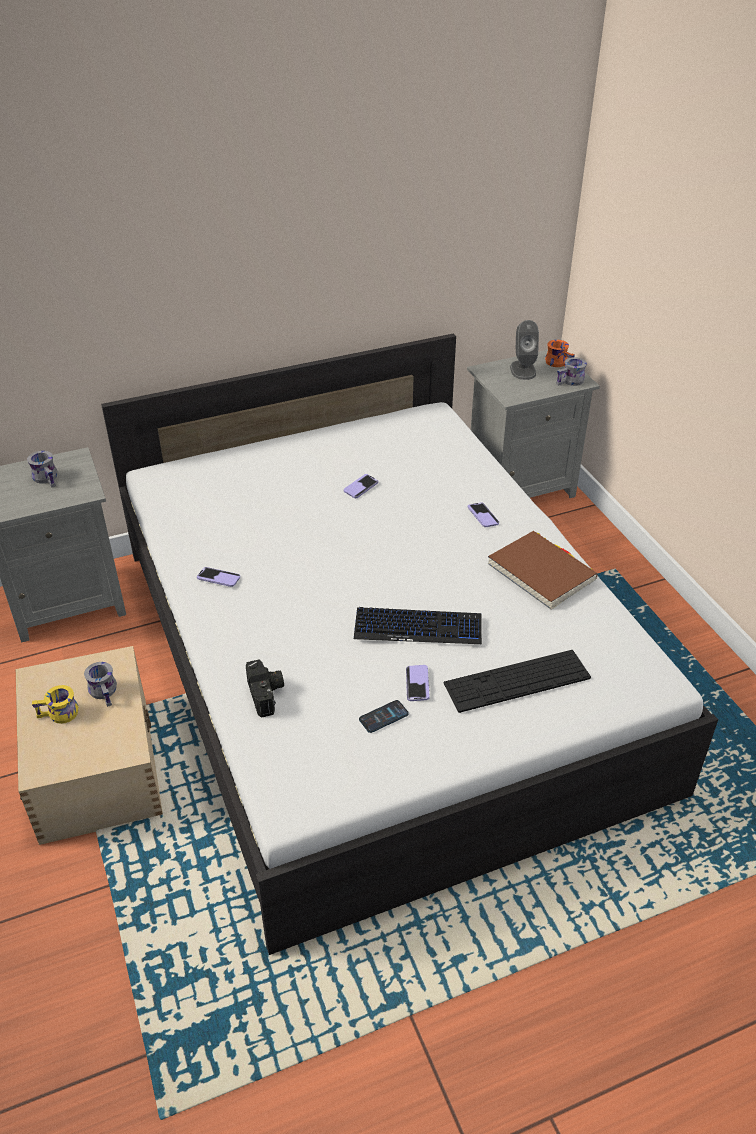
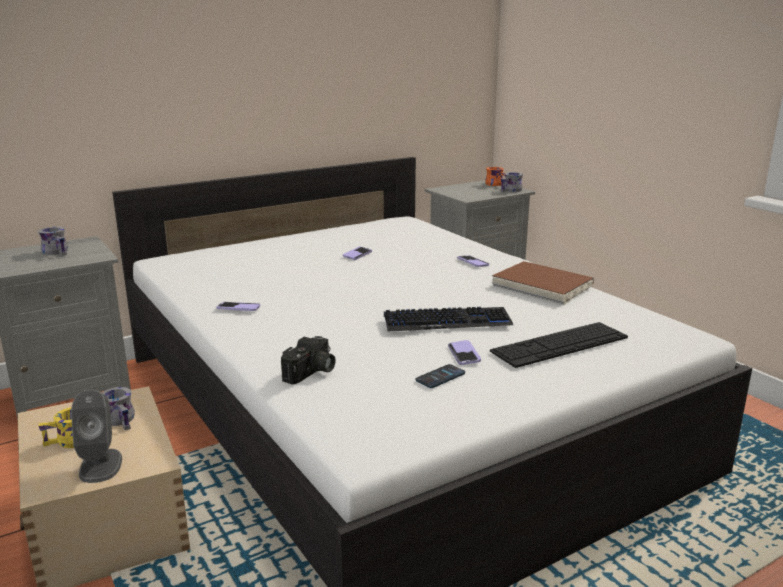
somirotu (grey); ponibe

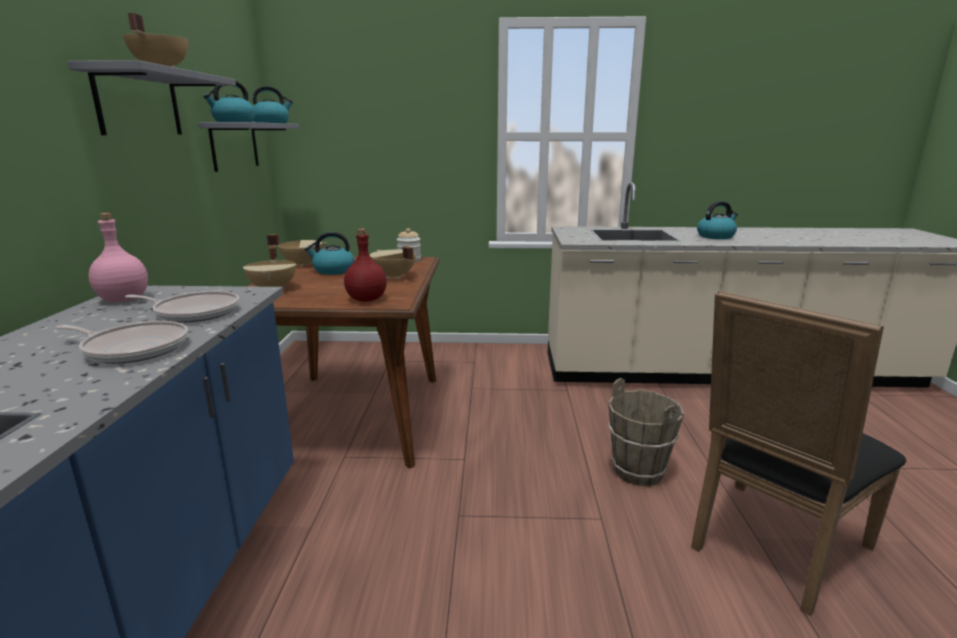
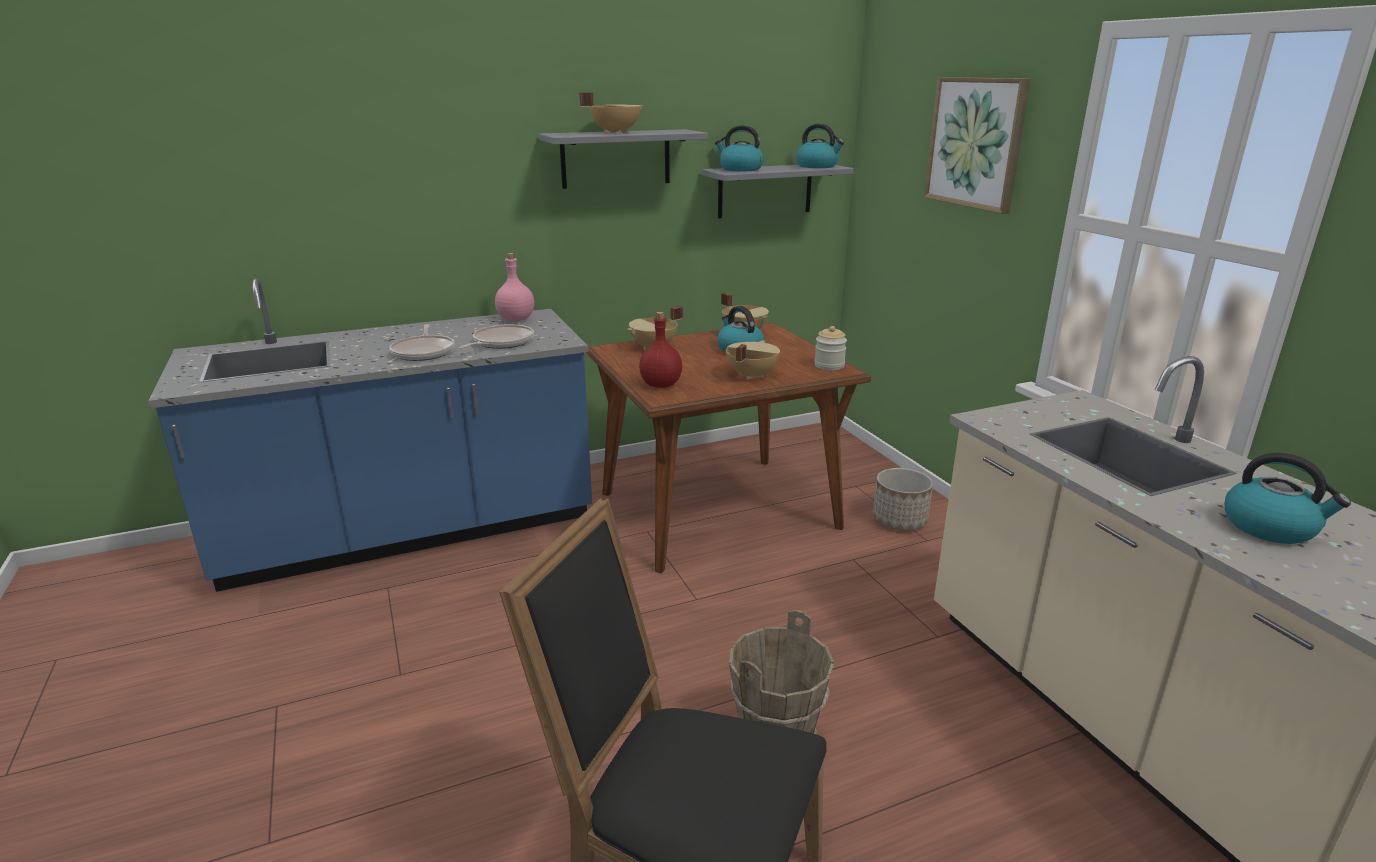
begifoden (2nd from left); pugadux; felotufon

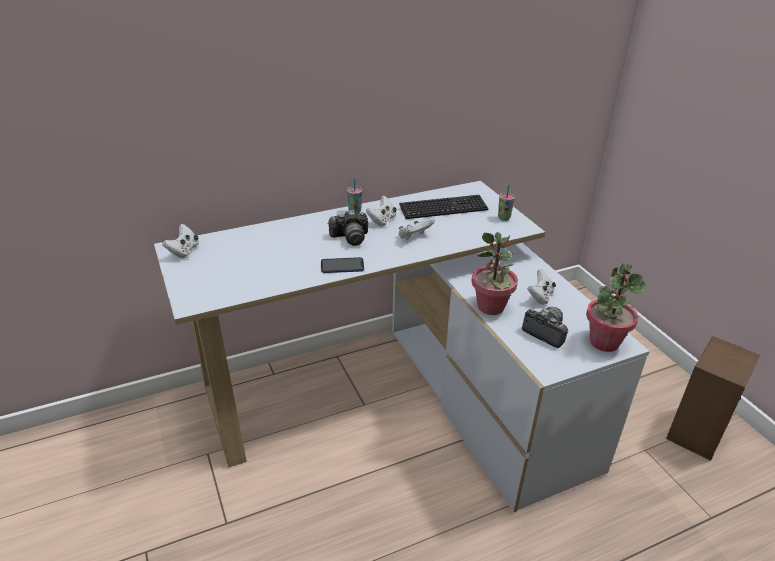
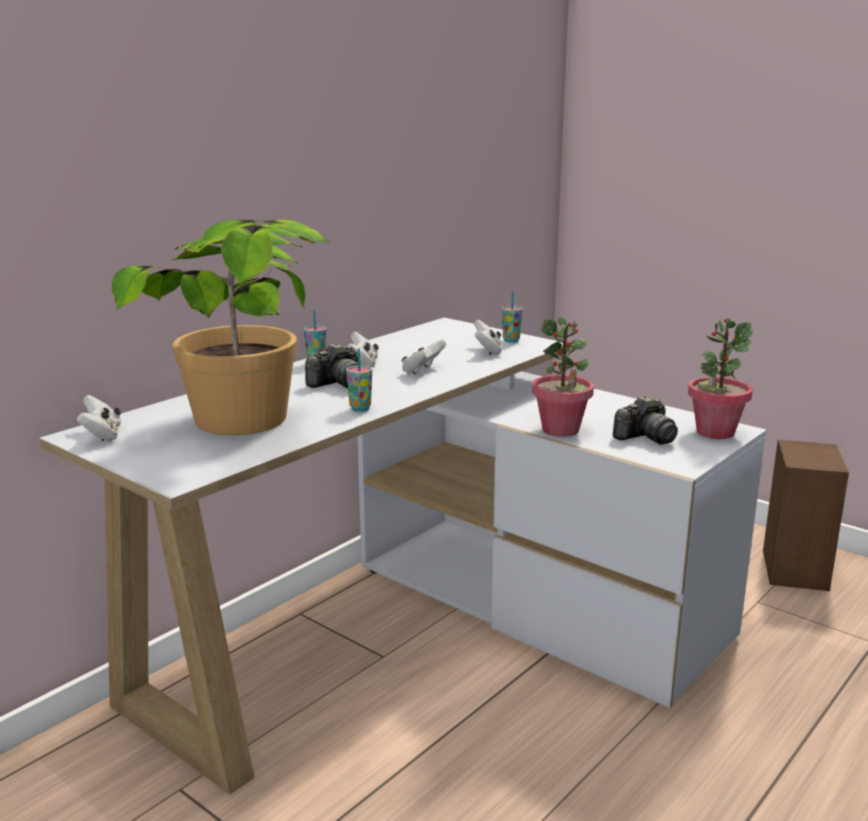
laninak; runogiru (2nd from left); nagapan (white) (4th from left); ponibe (2nd from left); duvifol (1st from left)

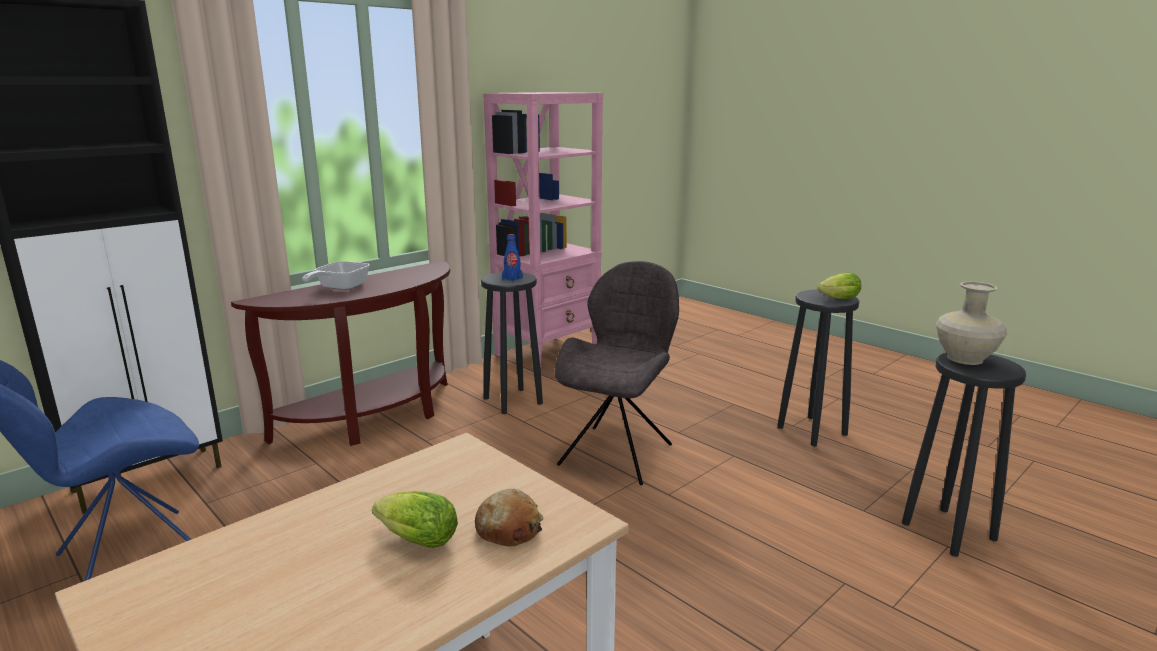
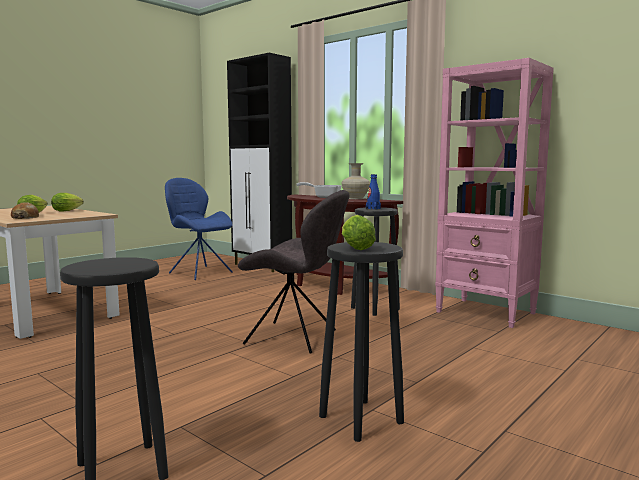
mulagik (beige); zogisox (2nd from left)

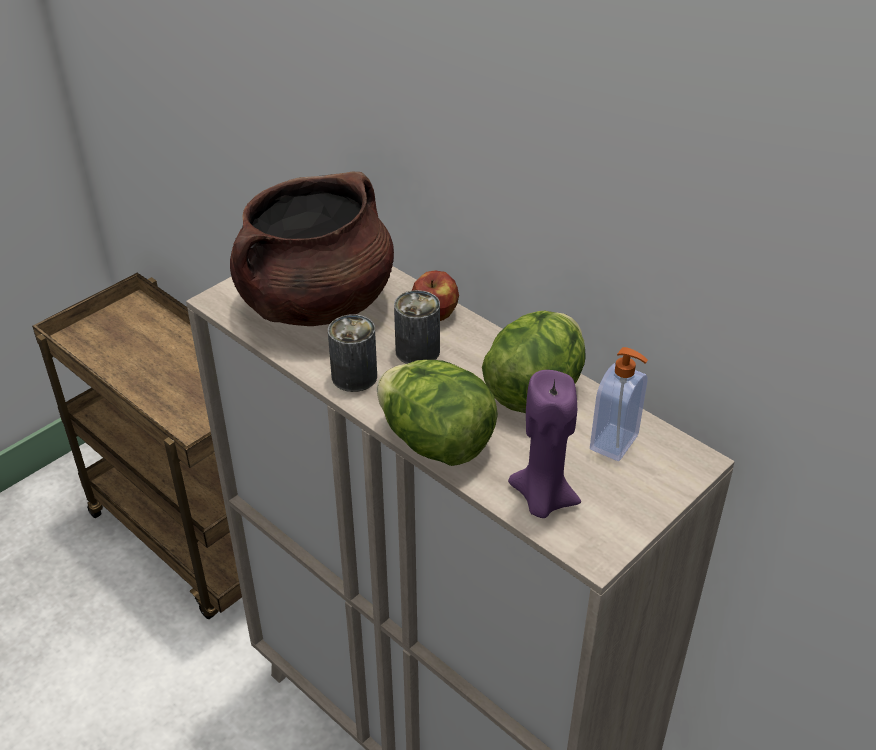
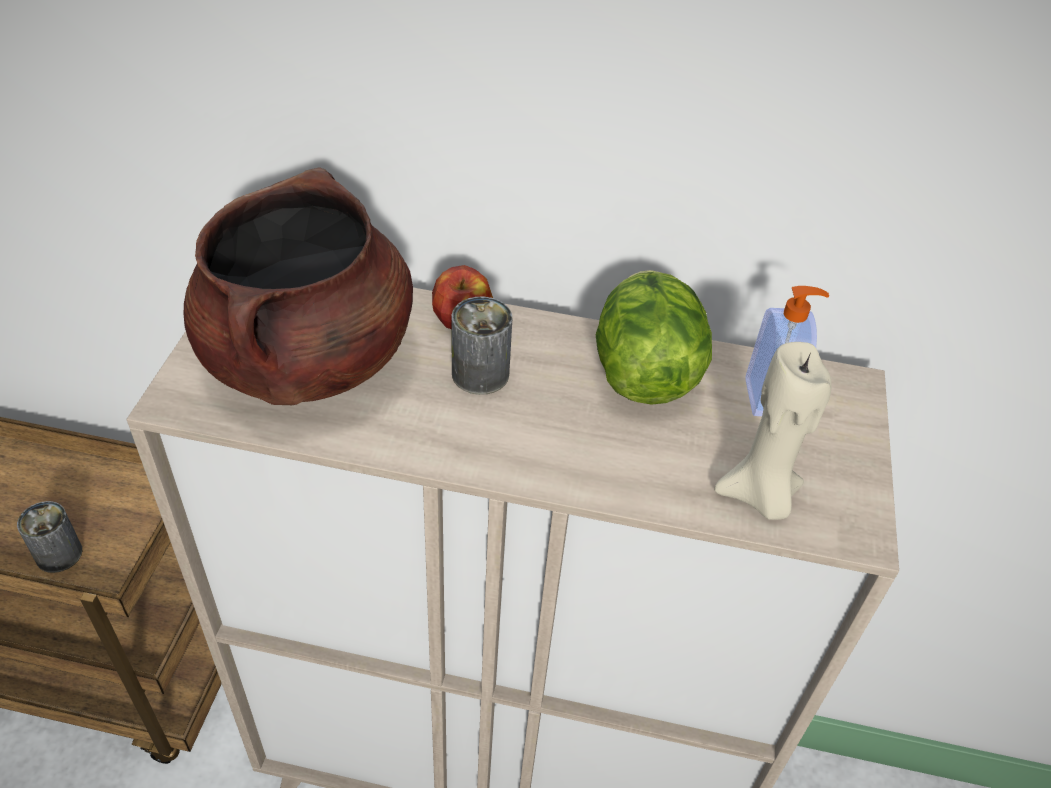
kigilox (1st from left); zogisox (1st from left in the first image); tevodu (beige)

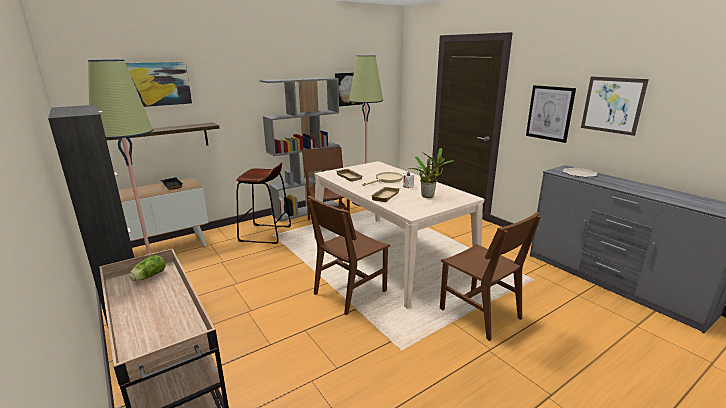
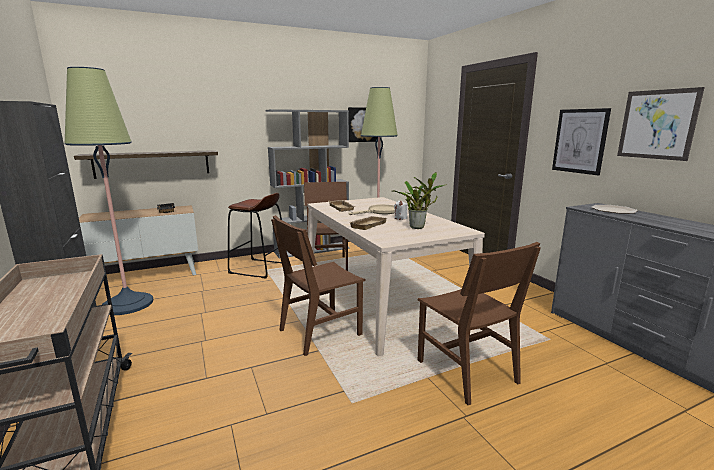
pugadux (1st from left in the first image); zogisox

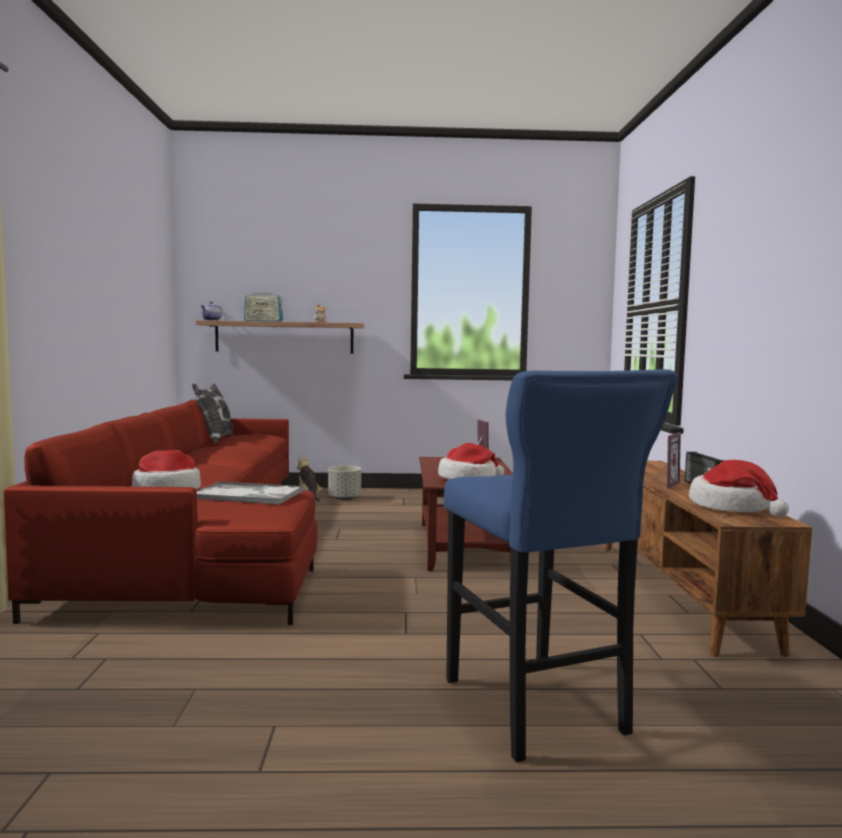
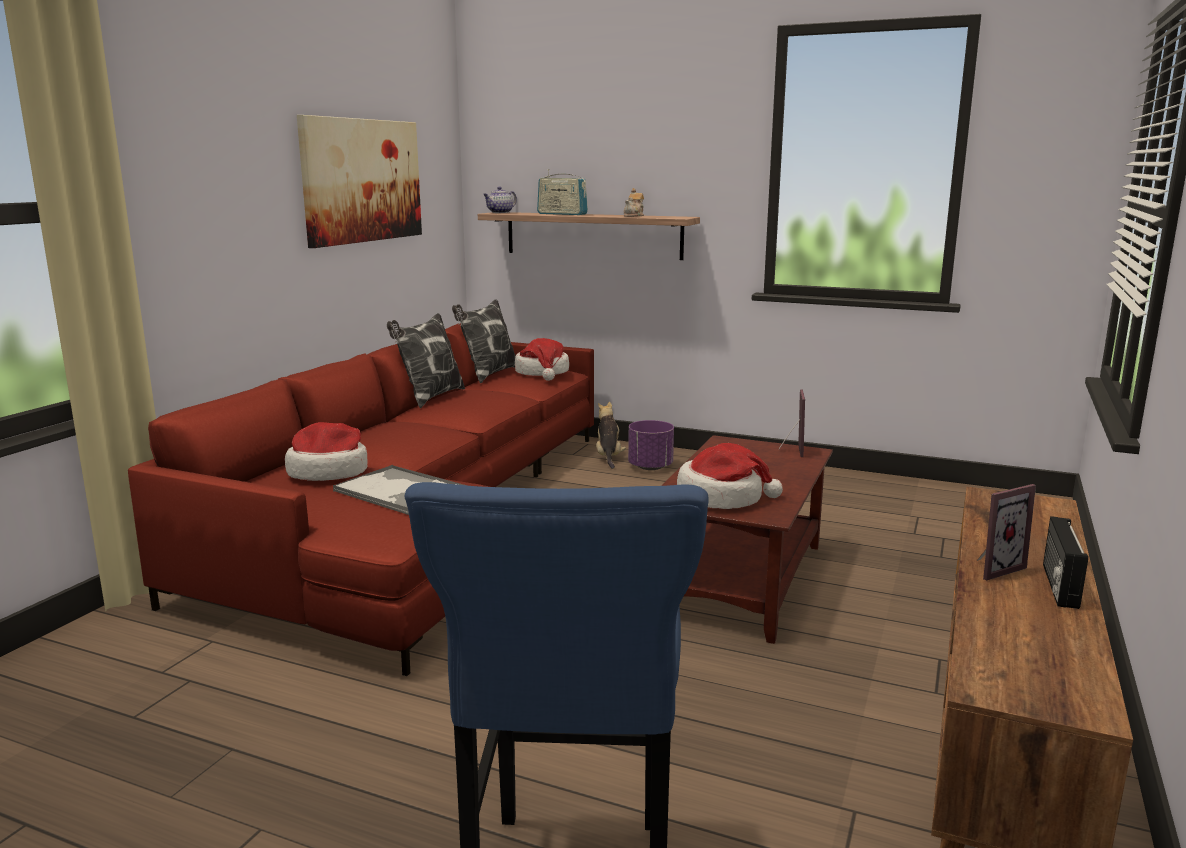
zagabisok (2nd from left); felotufon (purple); pugadux; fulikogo (1st from left)

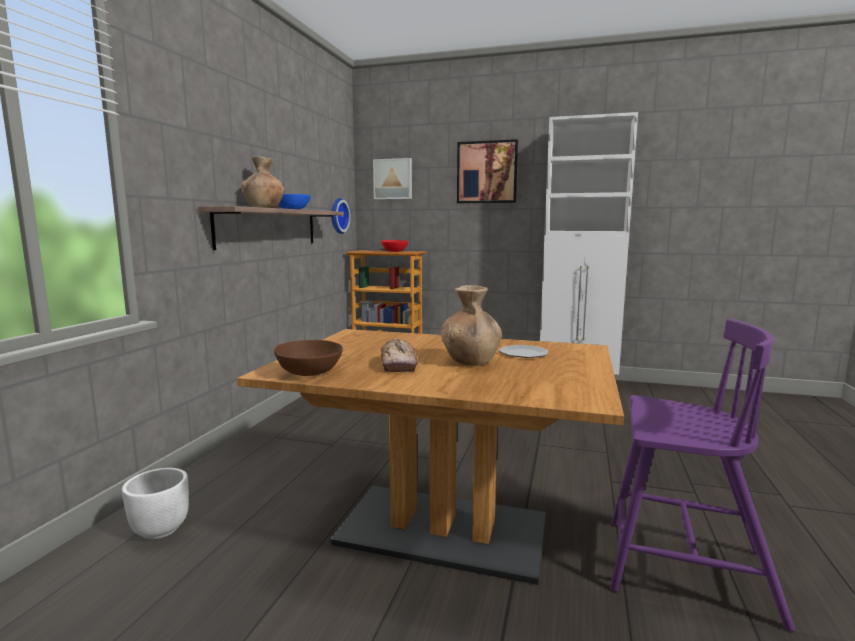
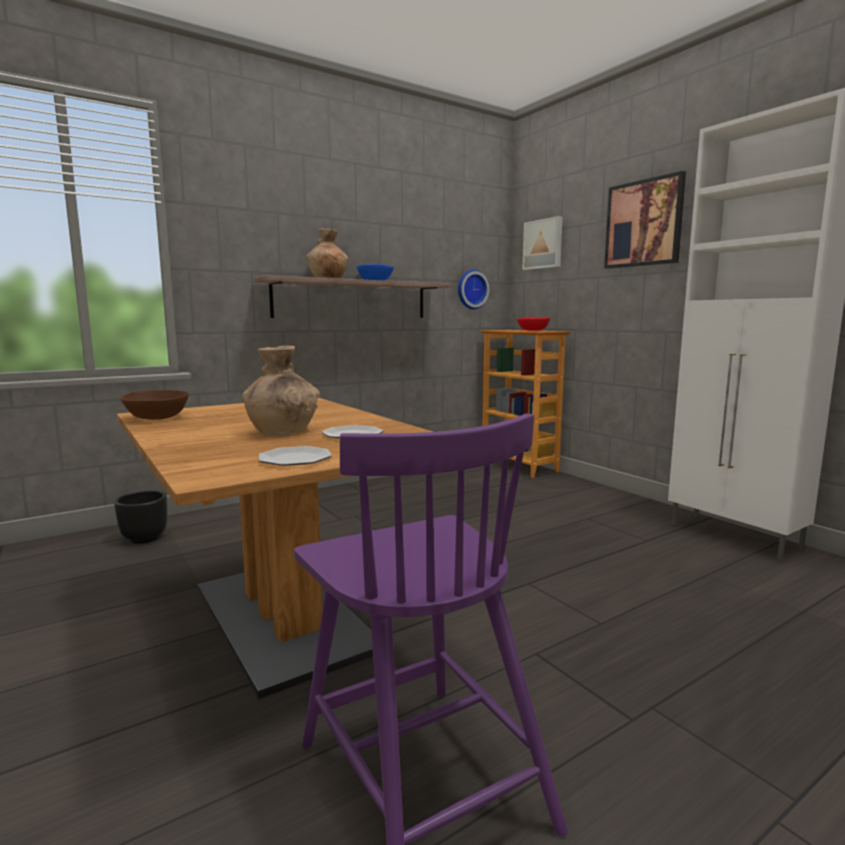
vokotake; felotufon (black); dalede (1st from left)

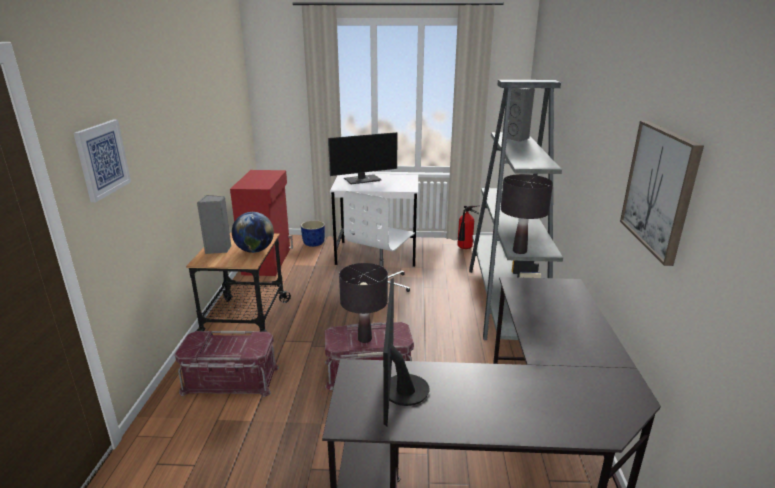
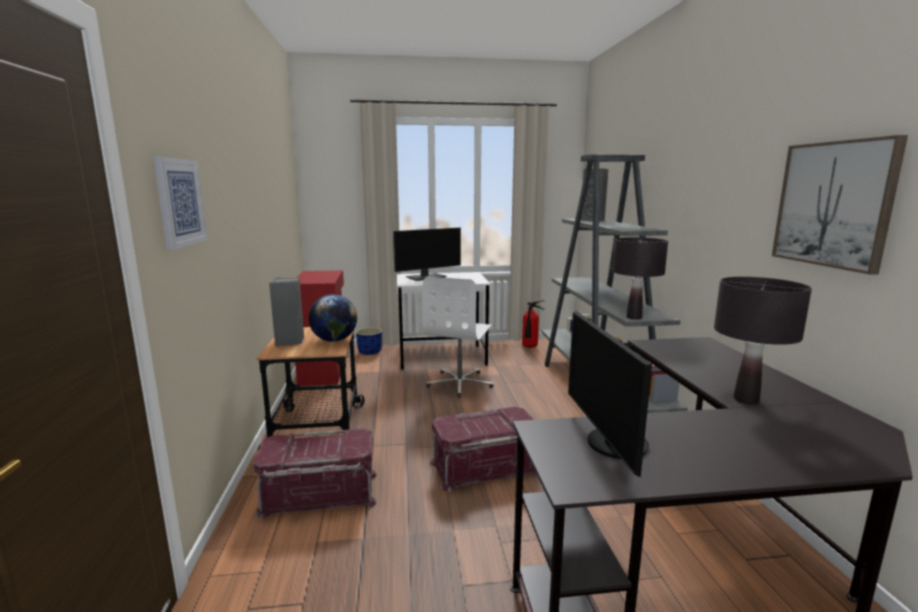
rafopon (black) (2nd from left)

